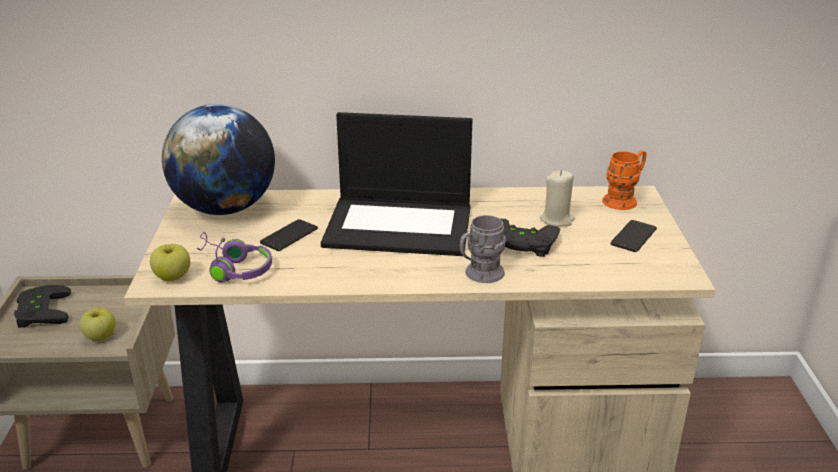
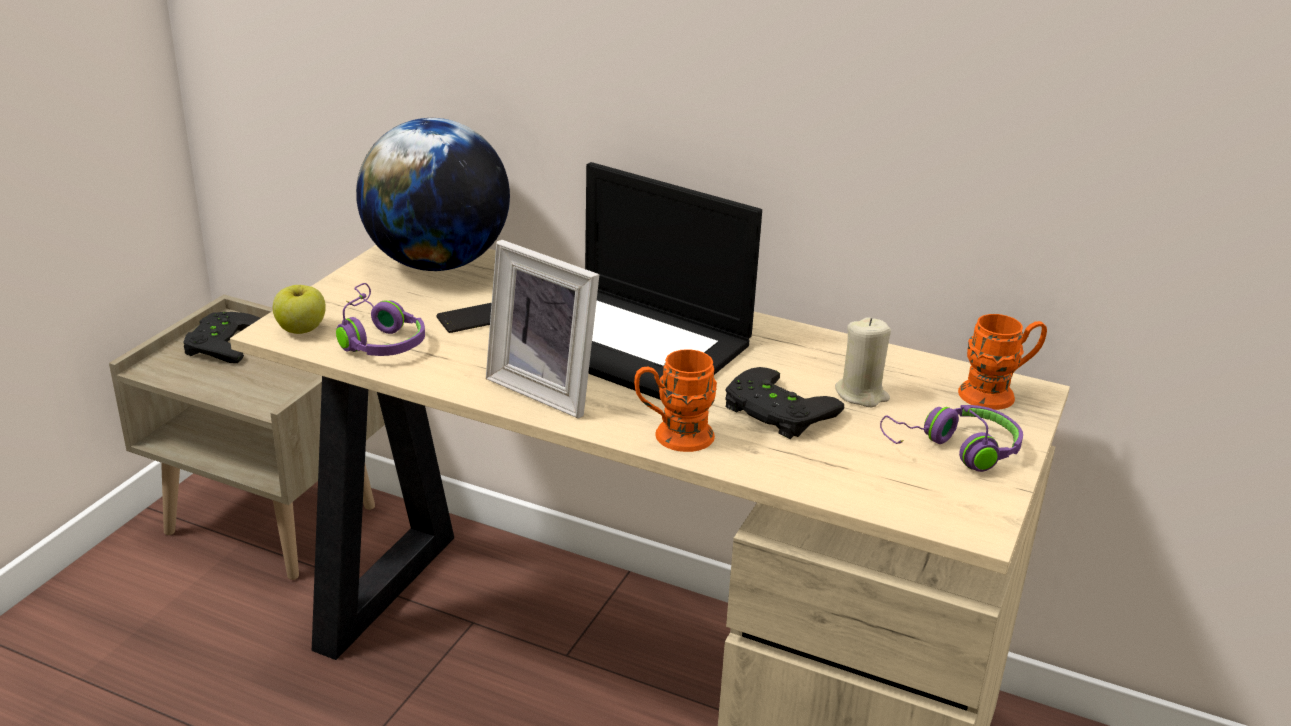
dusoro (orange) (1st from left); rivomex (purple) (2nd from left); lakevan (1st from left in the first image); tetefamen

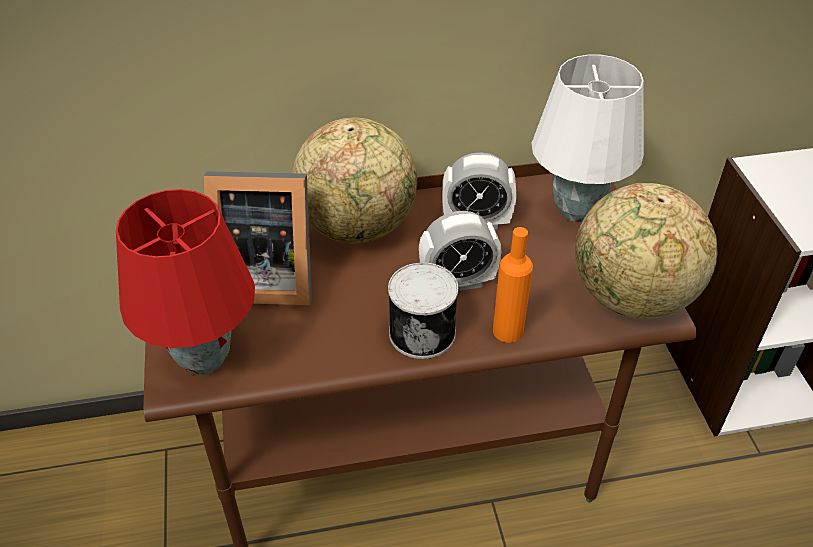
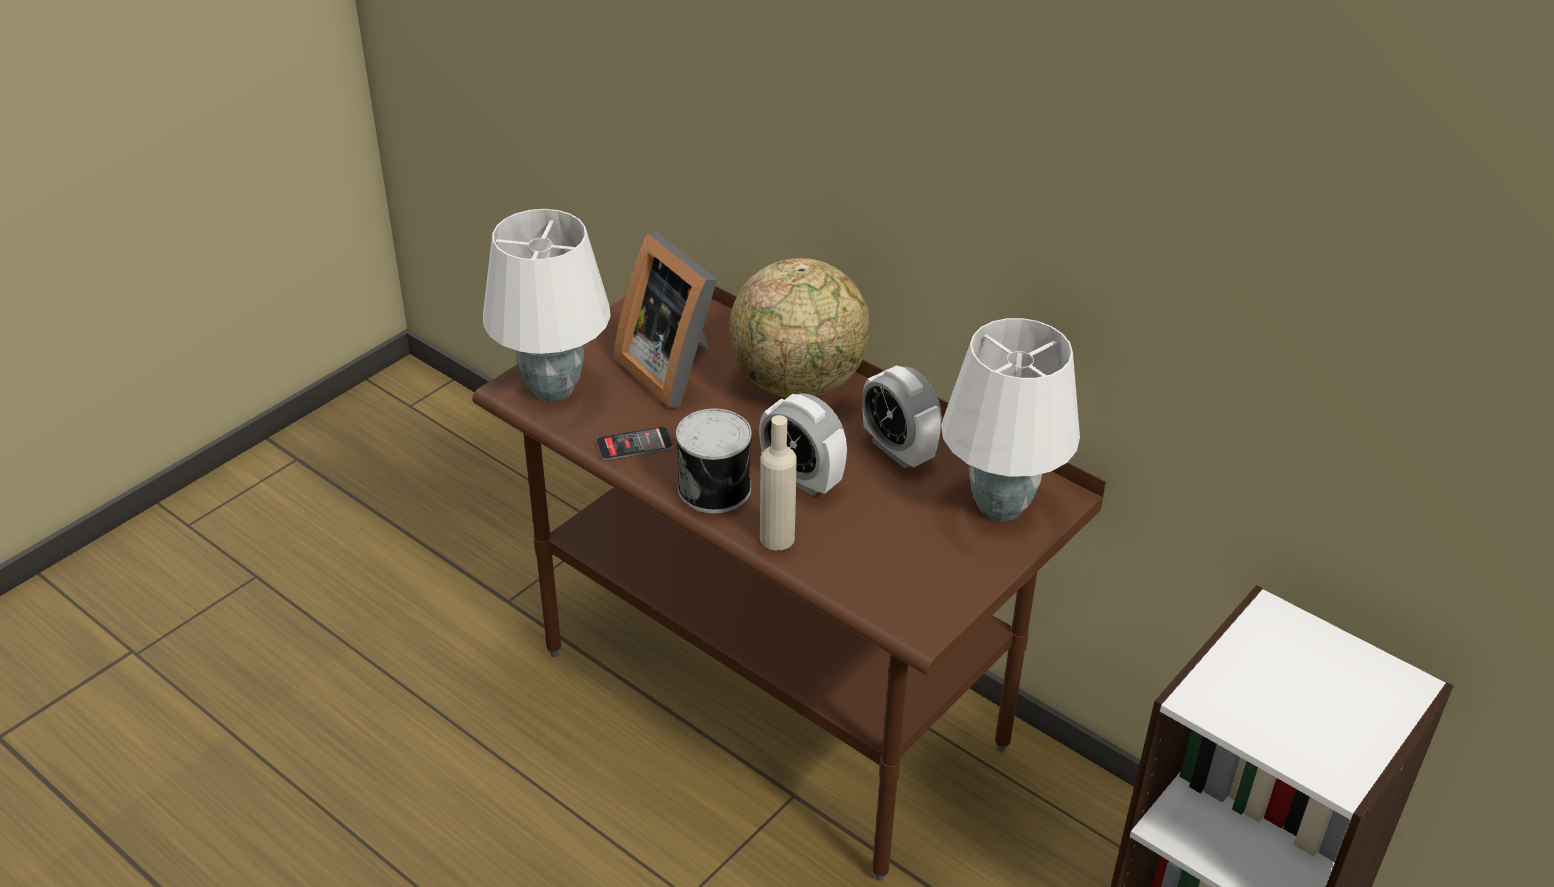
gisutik (2nd from left in the first image); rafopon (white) (1st from left); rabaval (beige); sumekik

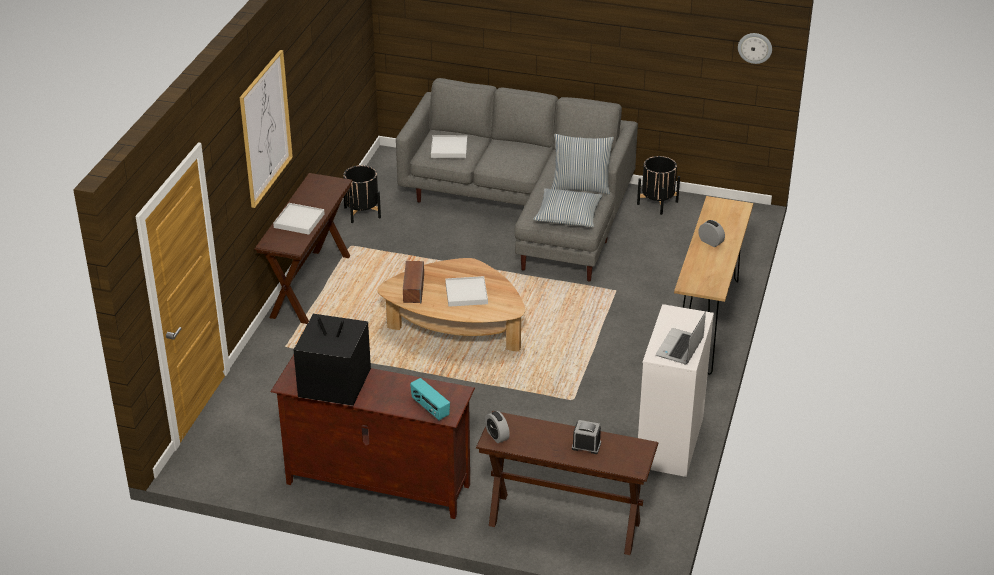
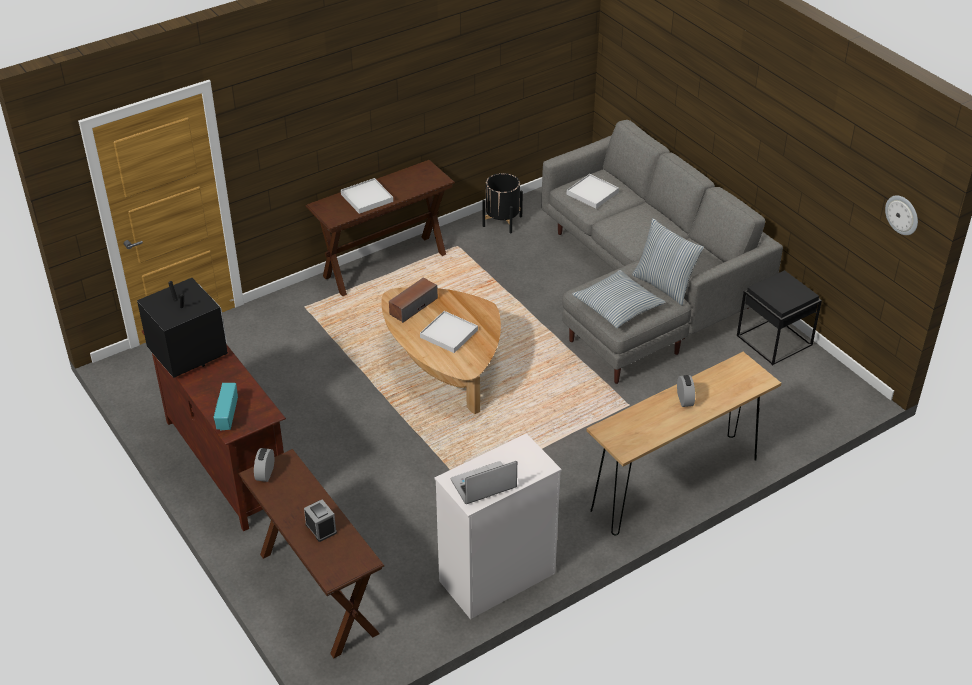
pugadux; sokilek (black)

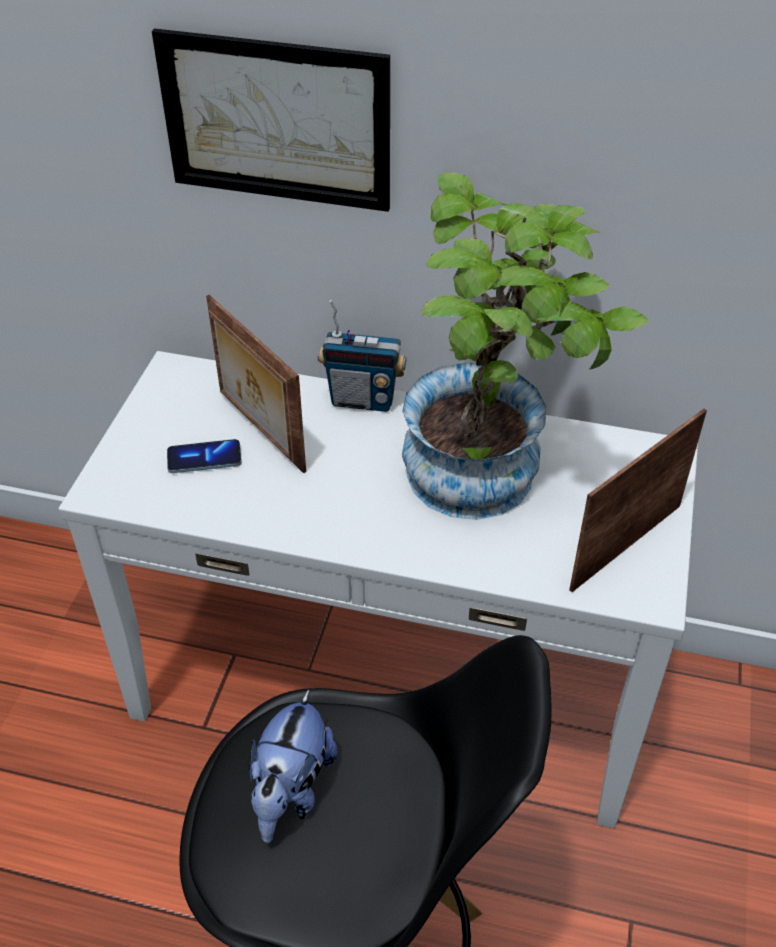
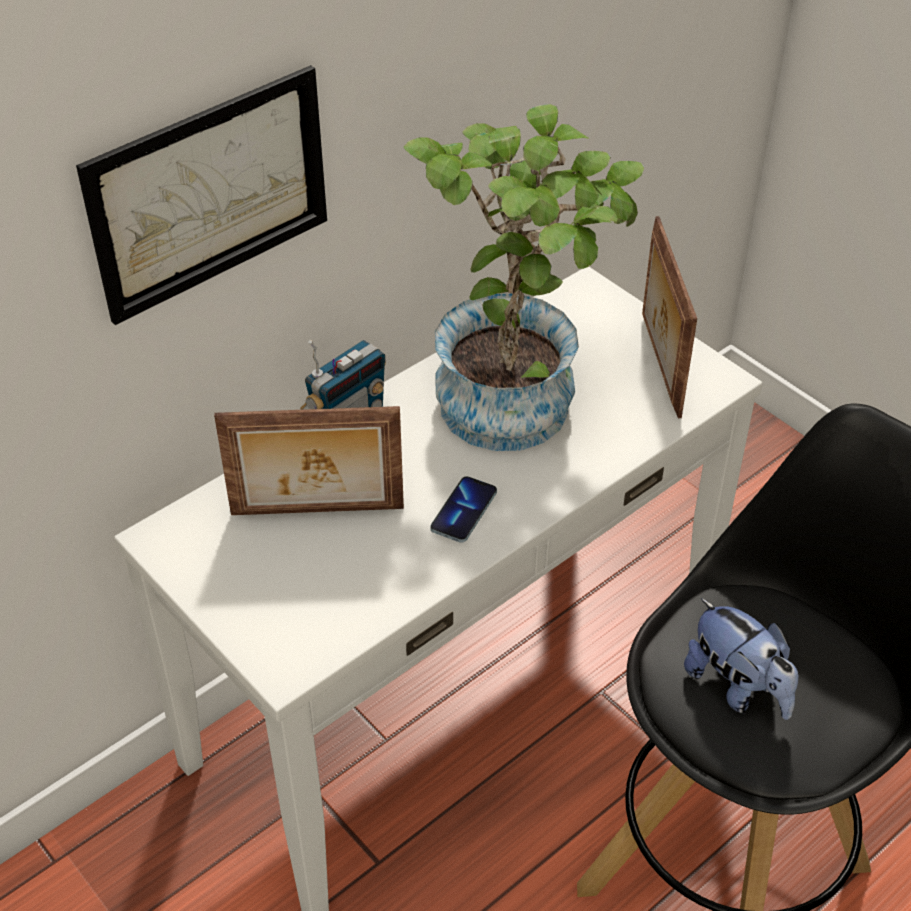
sumekik

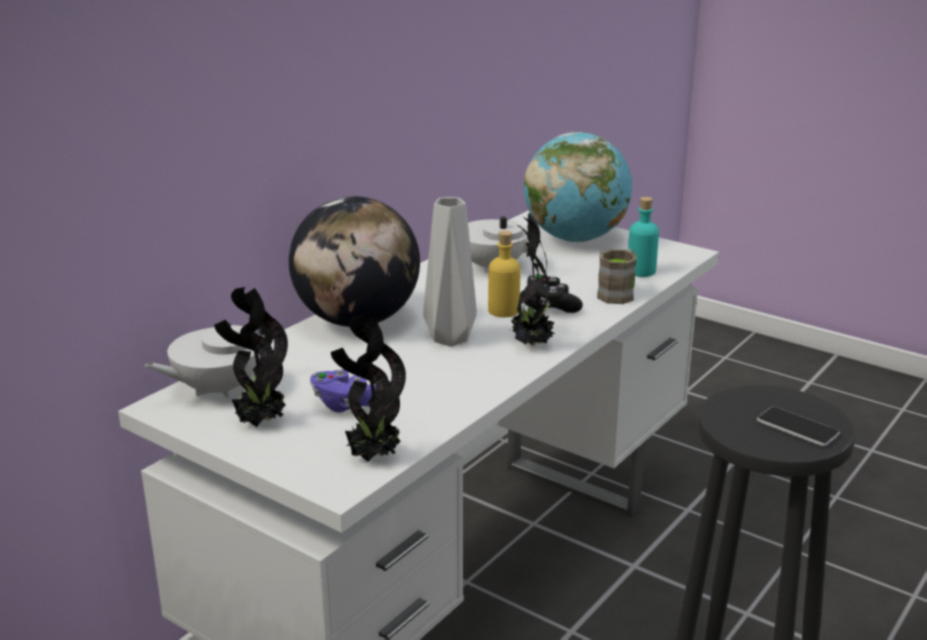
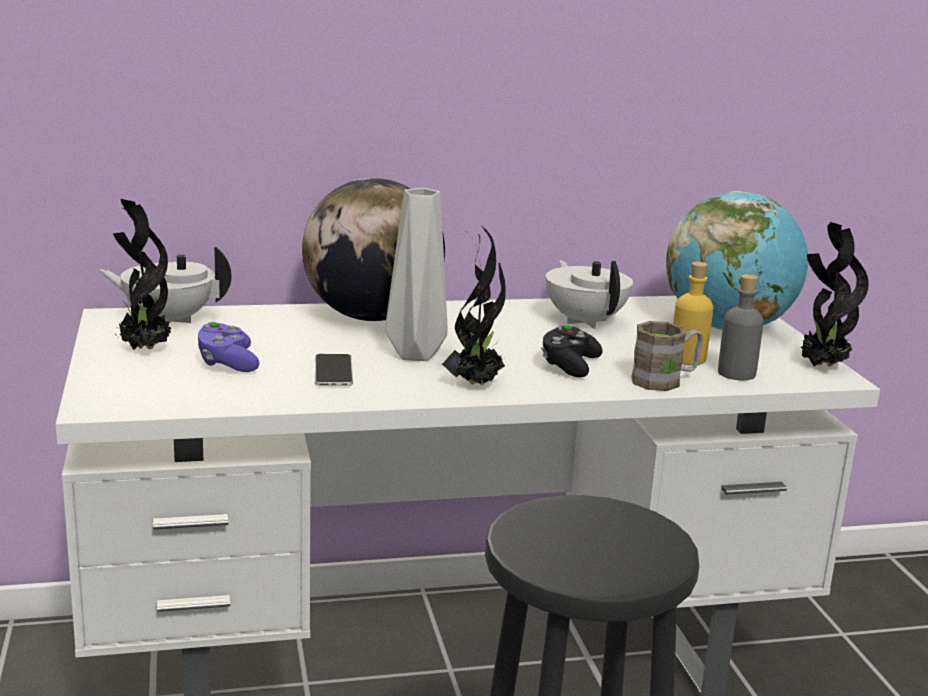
rabaval (grey); rabaval (yellow); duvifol (3rd from left); sumekik

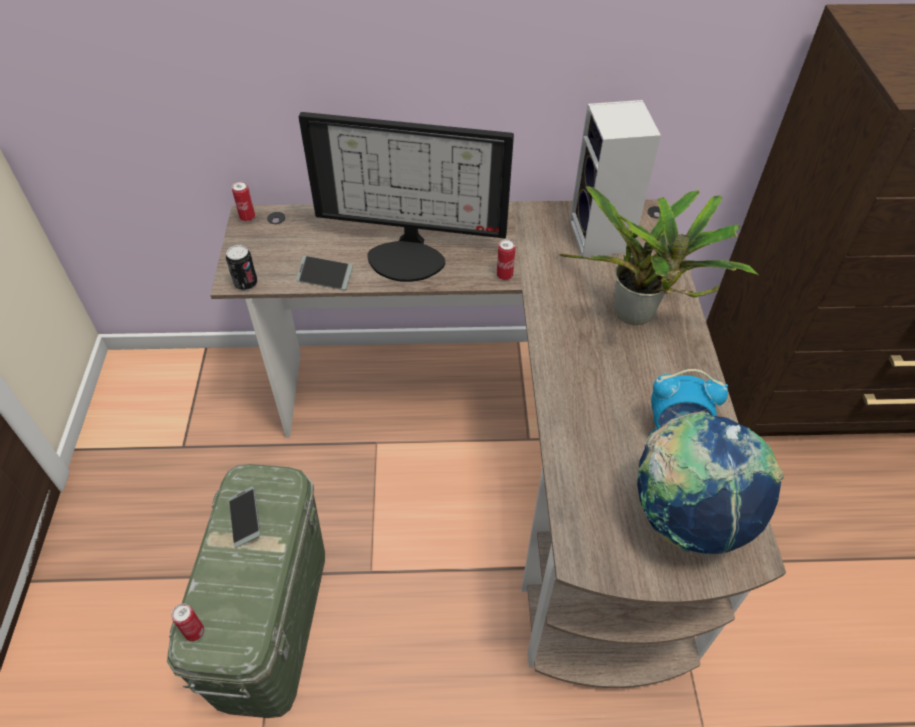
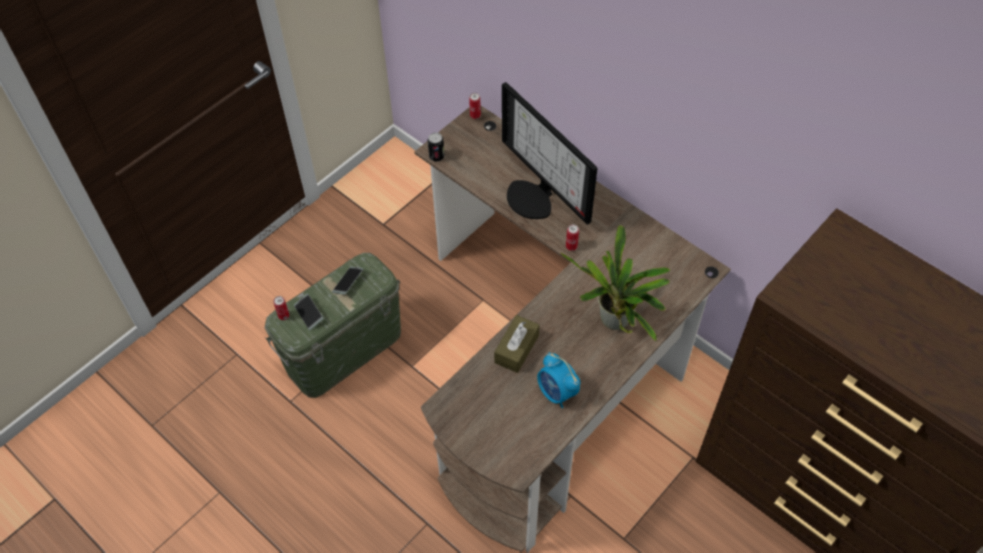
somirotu; sumekik (1st from left); gisutik; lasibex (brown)

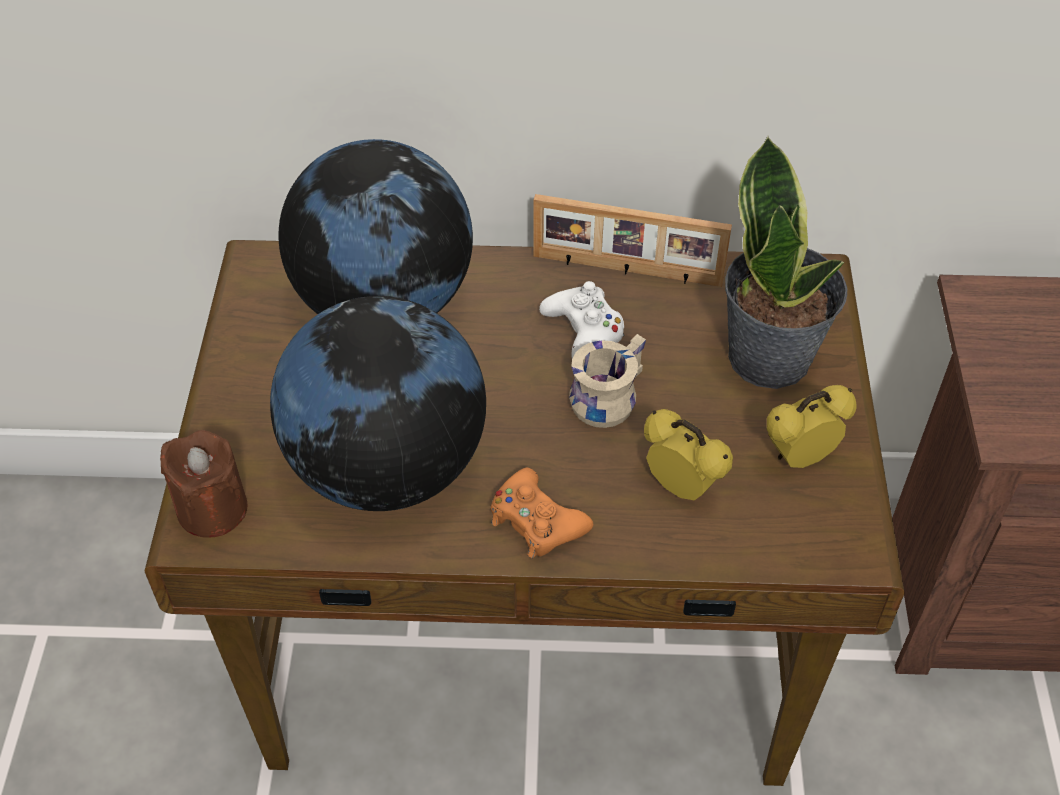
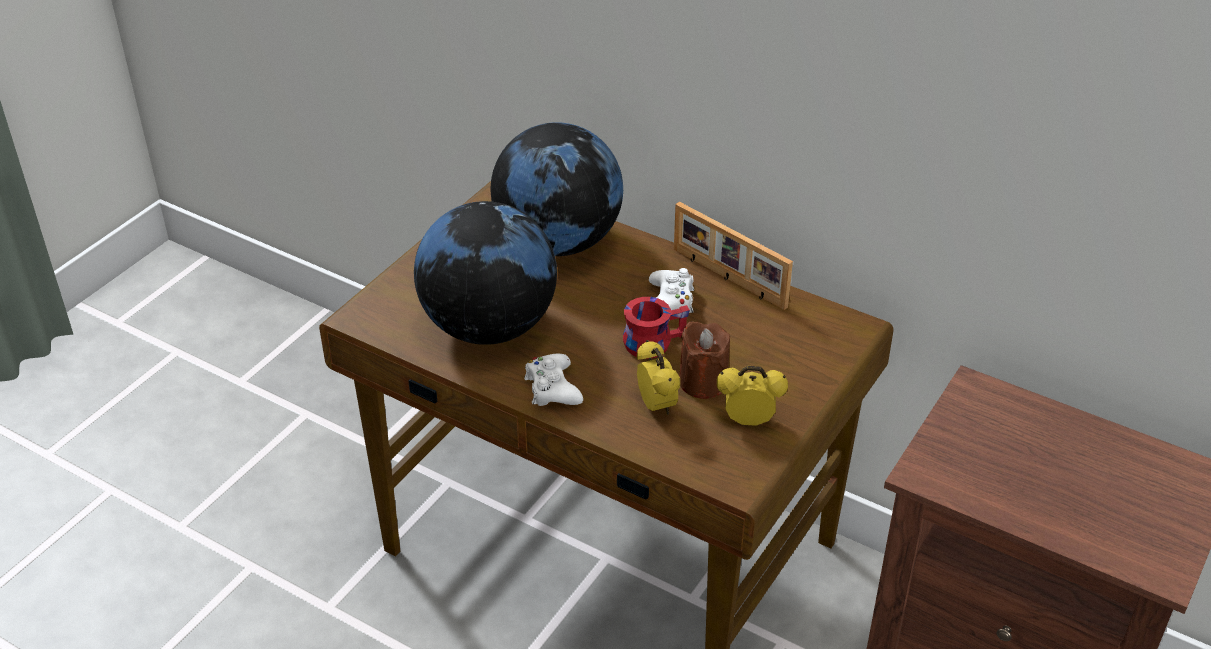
duvifol; dusoro (red); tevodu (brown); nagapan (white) (1st from left)

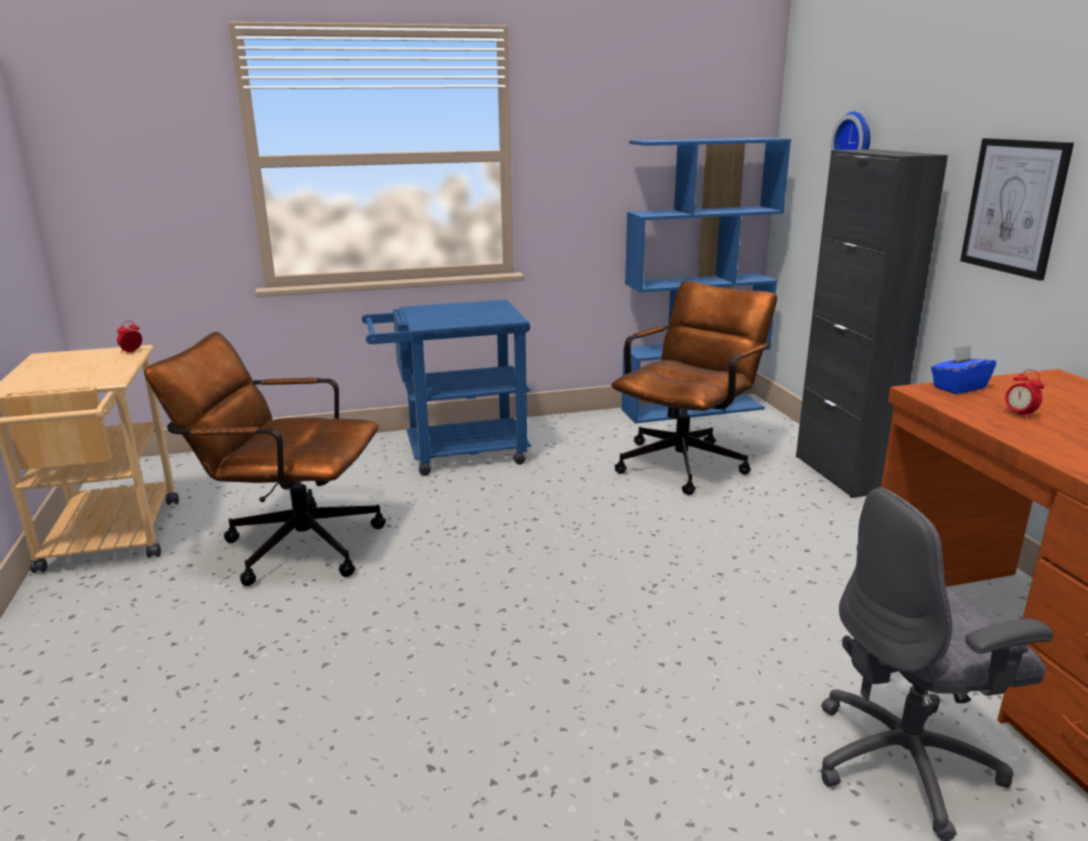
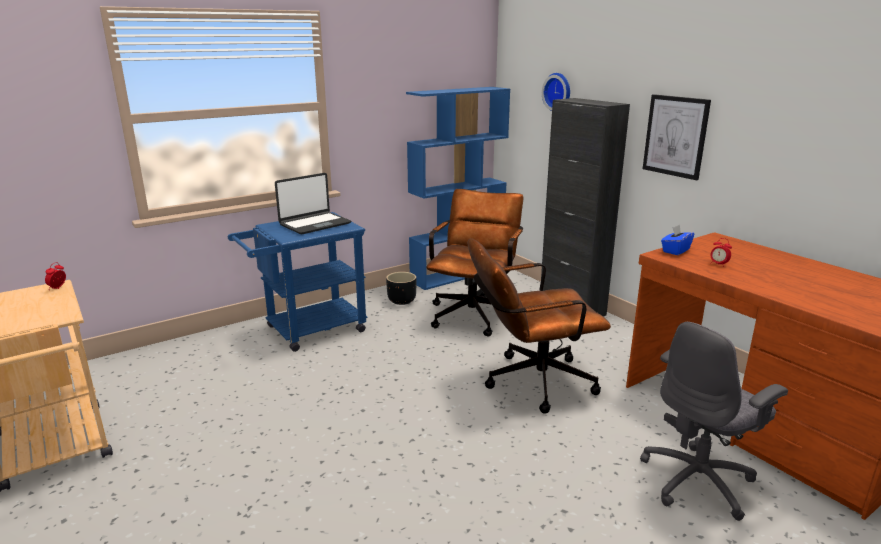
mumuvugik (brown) (2nd from left); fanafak; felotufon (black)

